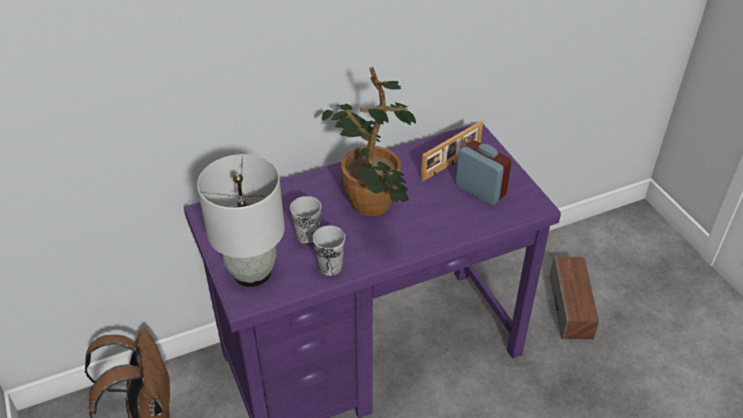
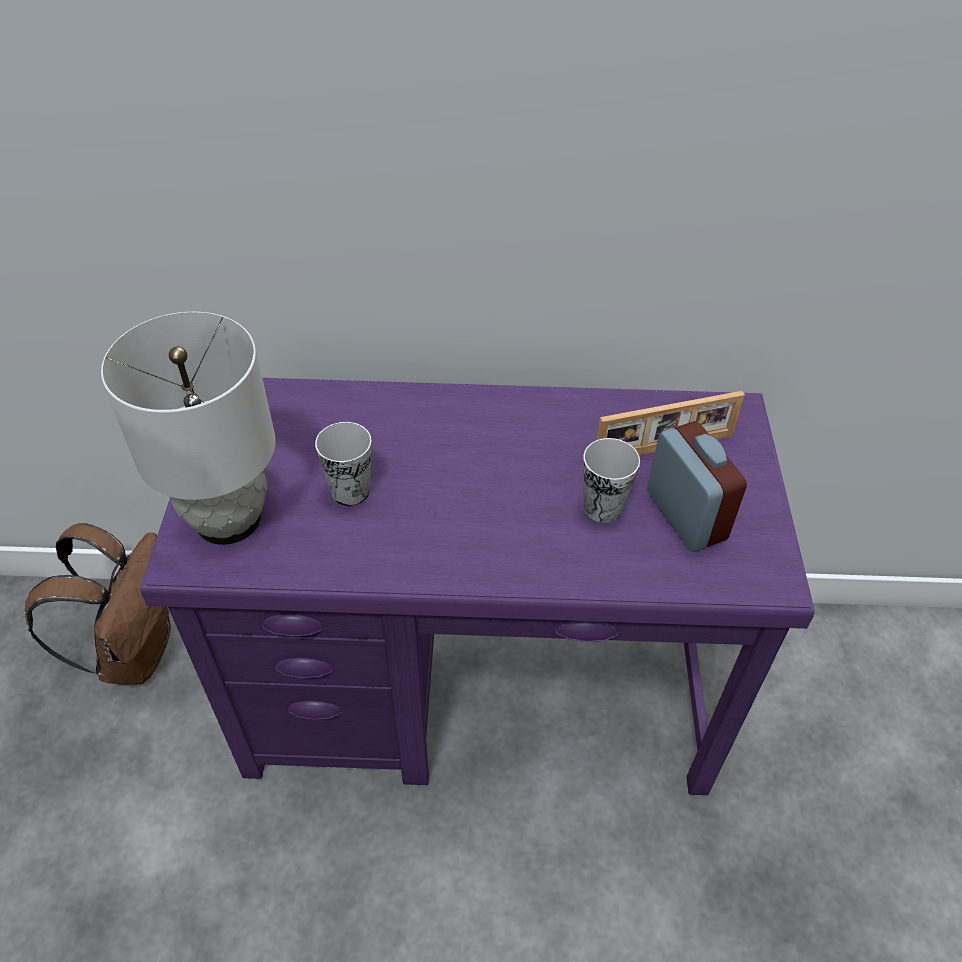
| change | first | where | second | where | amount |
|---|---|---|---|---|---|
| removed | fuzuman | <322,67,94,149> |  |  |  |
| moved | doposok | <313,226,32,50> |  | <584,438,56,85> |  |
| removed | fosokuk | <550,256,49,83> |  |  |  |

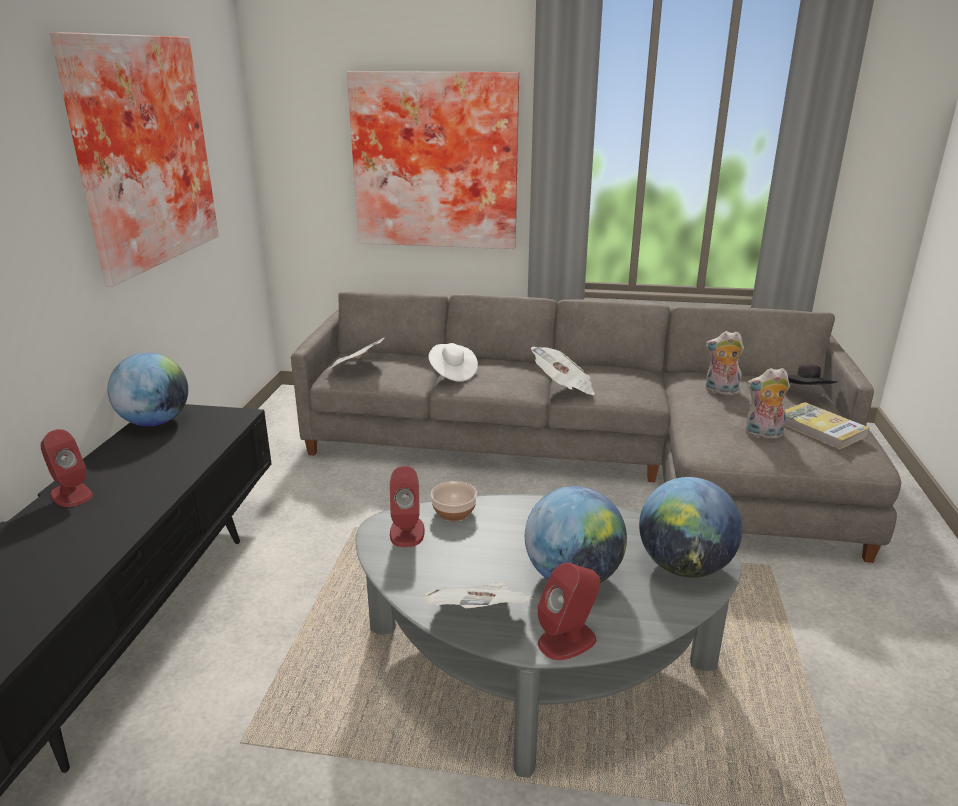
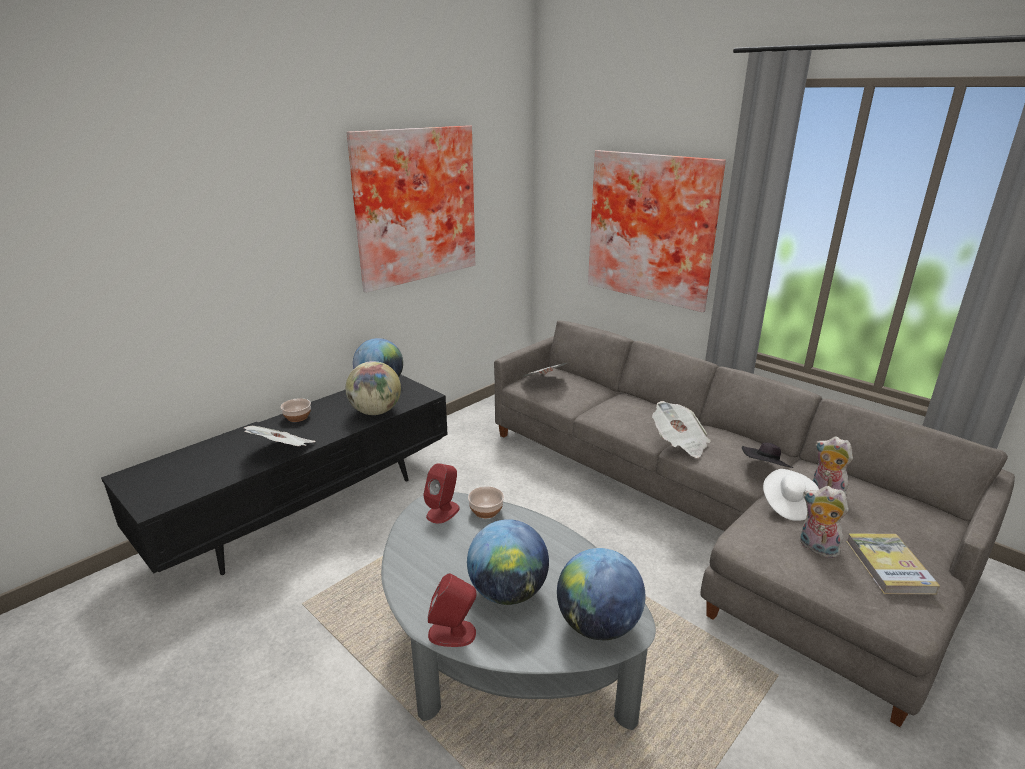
| change | first | where | second | where | amount |
|---|---|---|---|---|---|
| moved | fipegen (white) | <429,343,49,39> |  | <763,469,56,52> |  |
| moved | fipegen (black) | <788,364,49,21> |  | <742,443,51,25> |  |
| replaced | fosokuk (red) | <41,429,52,78> | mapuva | <280,398,31,24> |  |
| moved | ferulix | <421,582,112,26> |  | <244,426,72,20> |  |
| added |  |  | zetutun | <346,361,55,54> |  |

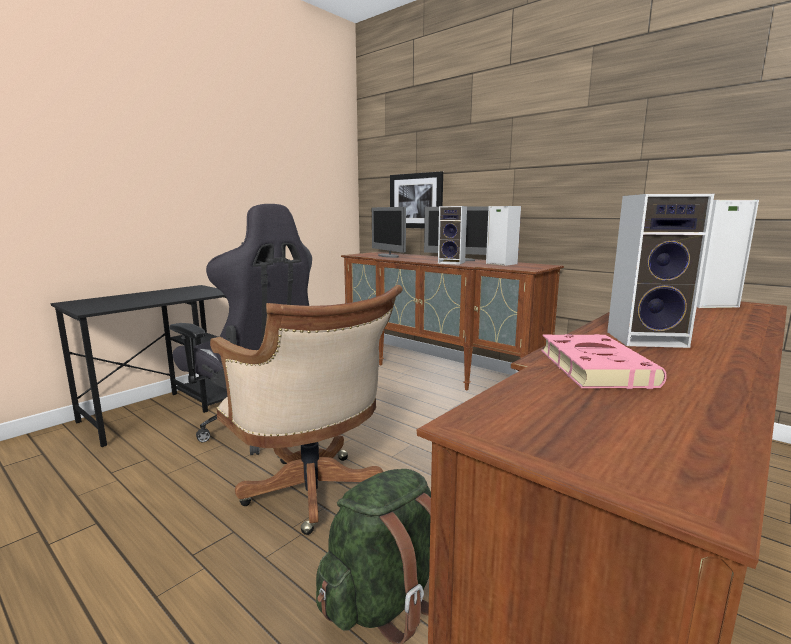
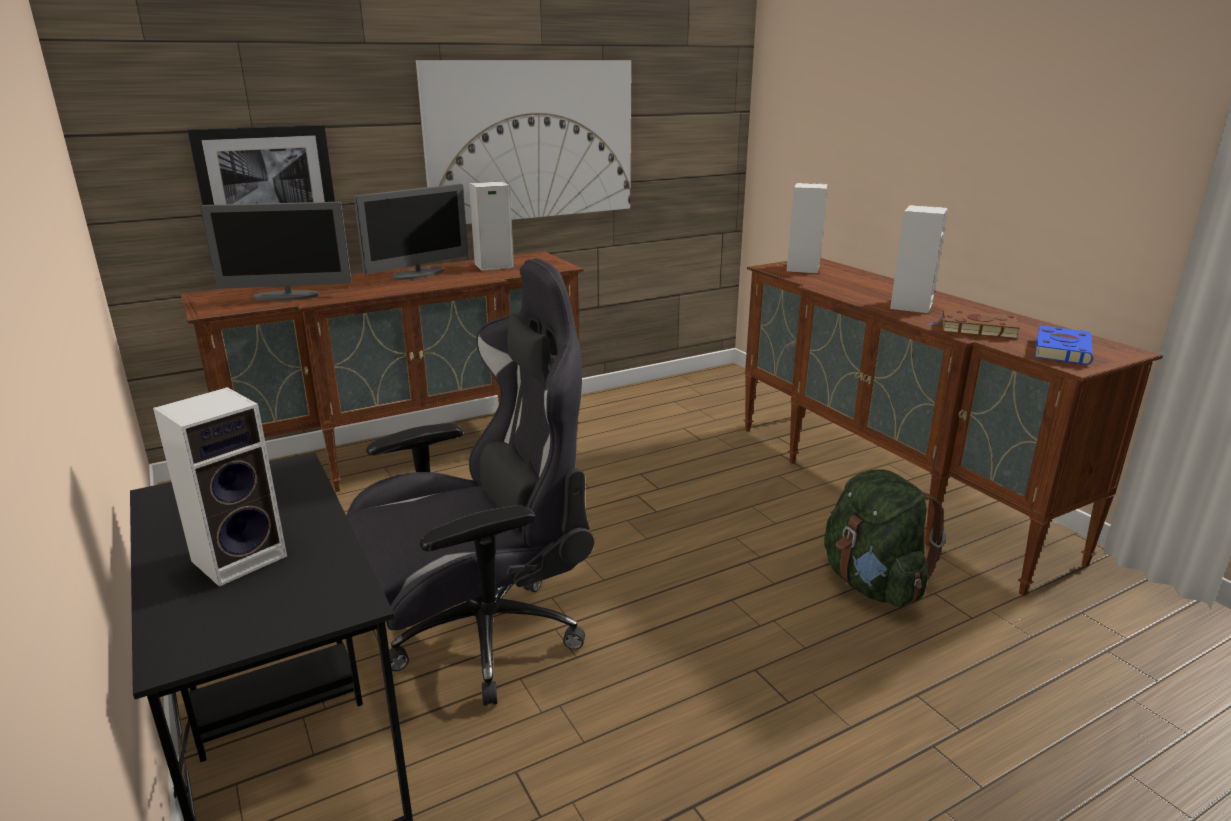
| change | first | where | second | where | amount |
|---|---|---|---|---|---|
| moved | fosokuk | <438,206,29,59> |  | <153,387,134,200> |  |
| removed | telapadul | <210,285,193,250> |  |  |  |
| recoloured | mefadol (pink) | <541,334,126,55> | mefadol (brown) | <927,309,93,30> |  |
| added |  |  | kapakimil | <416,60,215,164> |  |
| added |  |  | mefadol (blue) | <1034,325,59,40> |  |

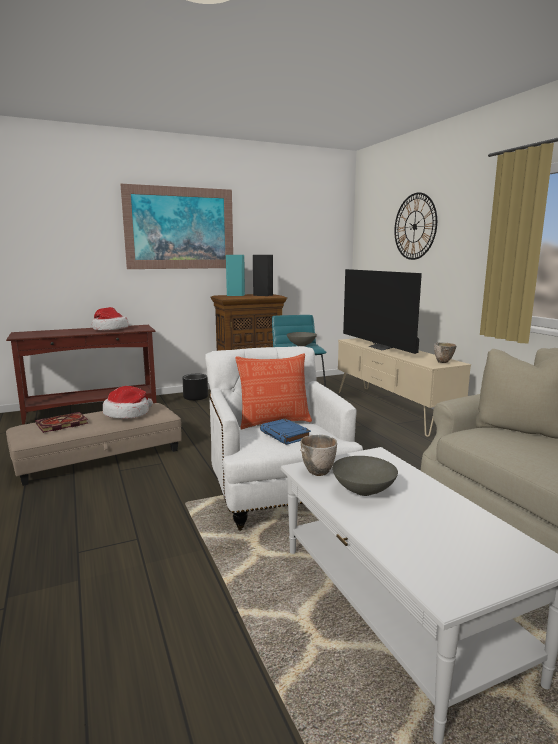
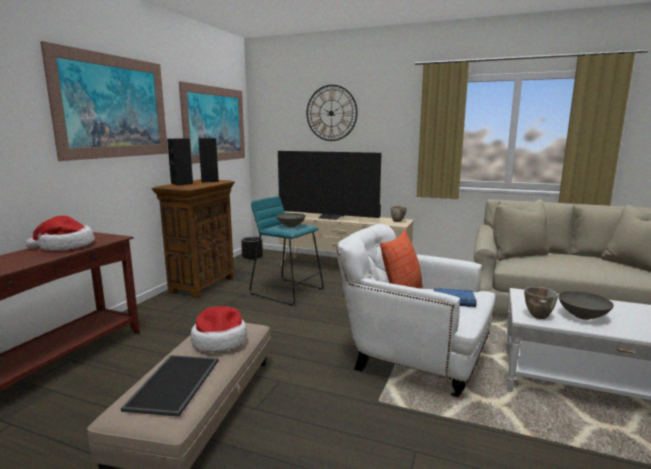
| change | first | where | second | where | amount |
|---|---|---|---|---|---|
| recoloured | fosokuk (turquoise) | <226,255,19,41> | fosokuk (black) | <167,139,26,47> |  |
| moved | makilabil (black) | <182,374,26,27> |  | <241,236,22,23> |  |
| replaced | mefadol | <35,412,53,21> | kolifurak | <121,355,98,62> |  |
| added |  |  | kapakimil | <179,81,66,83> |  |

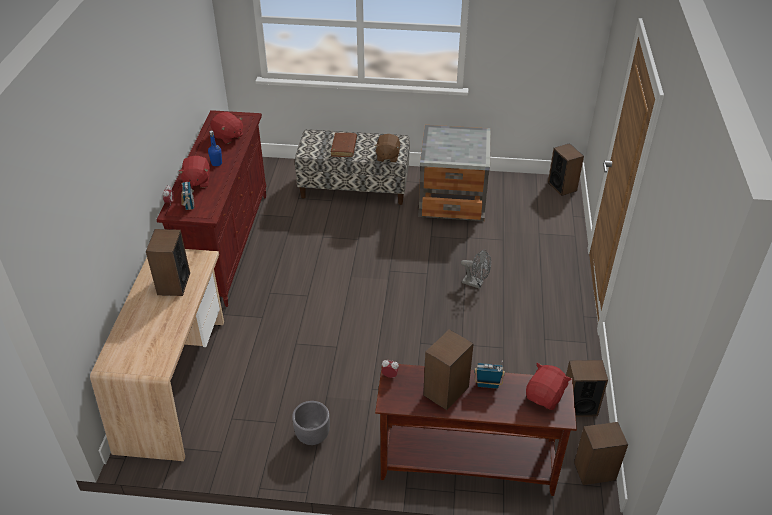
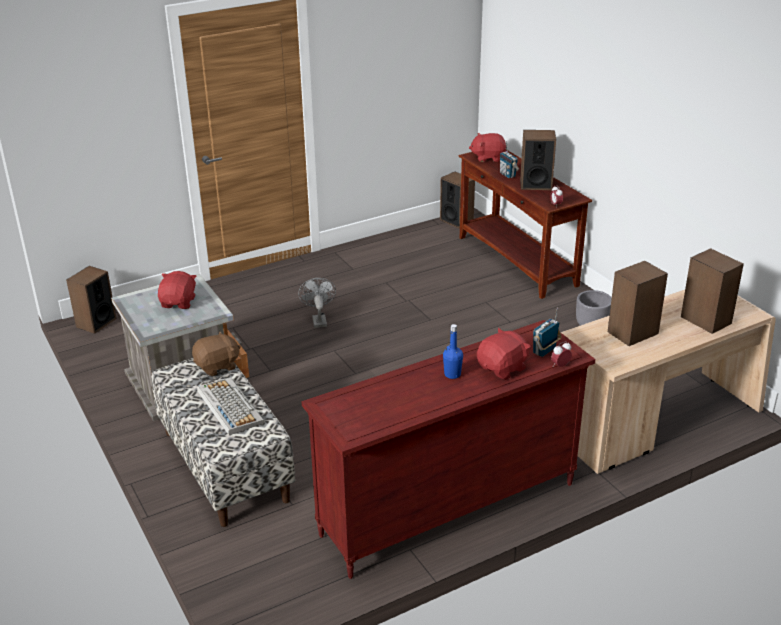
| change | first | where | second | where | amount |
|---|---|---|---|---|---|
| moved | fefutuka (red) | <210,112,33,32> |  | <158,271,38,38> |  |
| replaced | mefadol (brown) | <331,133,26,24> | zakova | <197,377,67,58> |  |
| moved | fosokuk | <566,360,42,57> |  | <681,248,63,86> |  |

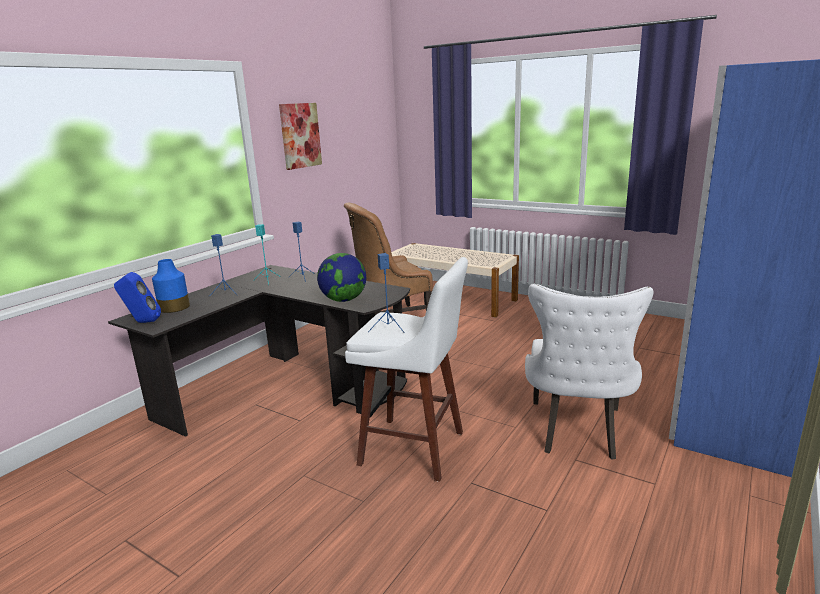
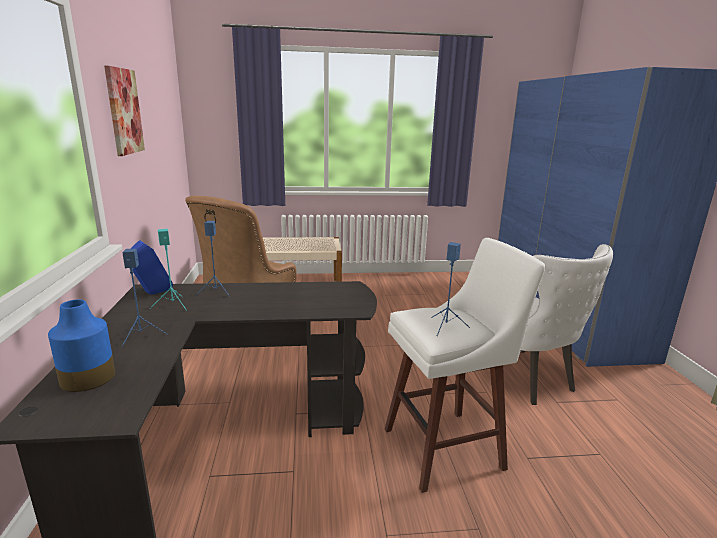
| change | first | where | second | where | amount |
|---|---|---|---|---|---|
| removed | zetutun | <317,253,49,49> |  |  |  |
| moved | fosokuk (blue) | <114,272,47,51> |  | <130,240,43,55> |  |

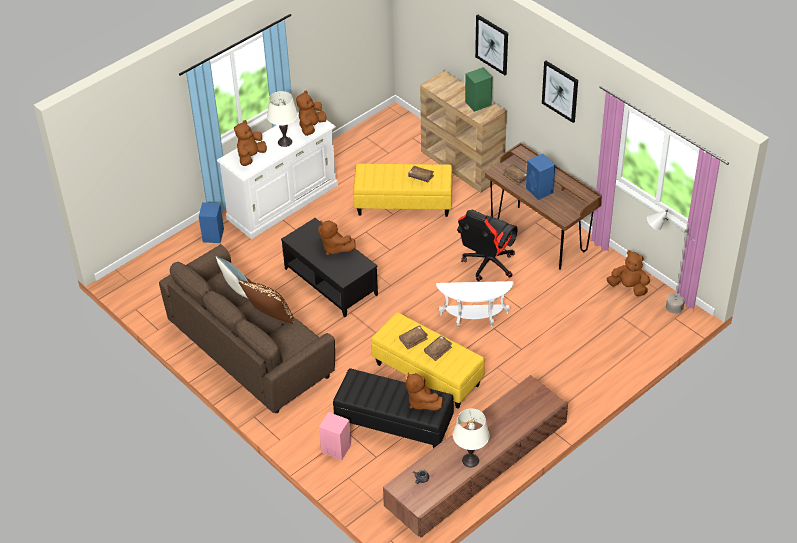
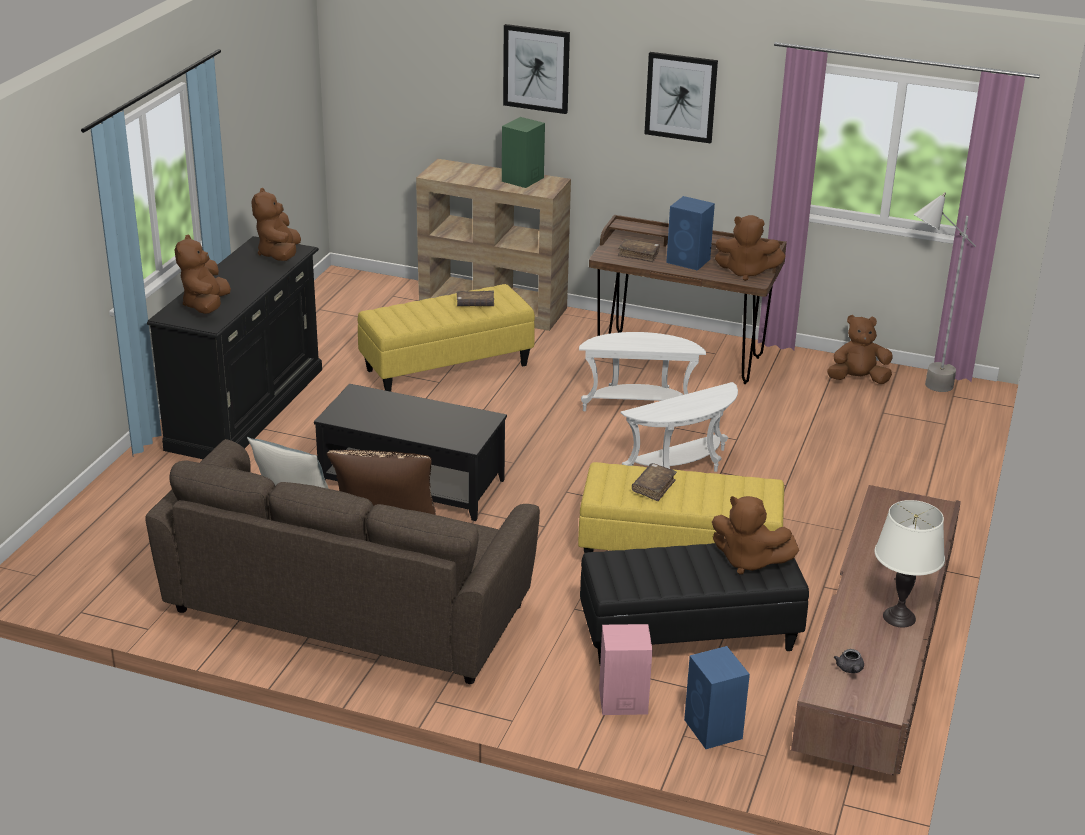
| change | first | where | second | where | amount |
|---|---|---|---|---|---|
| removed | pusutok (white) | <267,91,31,56> |  |  |  |
| recoloured | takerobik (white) | <217,112,121,127> | takerobik (black) | <147,236,175,223> |  |
| moved | fosokuk (blue) | <199,202,25,41> |  | <684,646,66,103> |  |
| replaced | telapadul (black) | <457,210,61,72> | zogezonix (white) | <579,332,127,79> |  |
| moved | fefutuka (brown) | <318,220,38,35> |  | <715,215,71,66> |  |
| removed | mefadol (brown) | <424,336,28,25> |  |  |  |

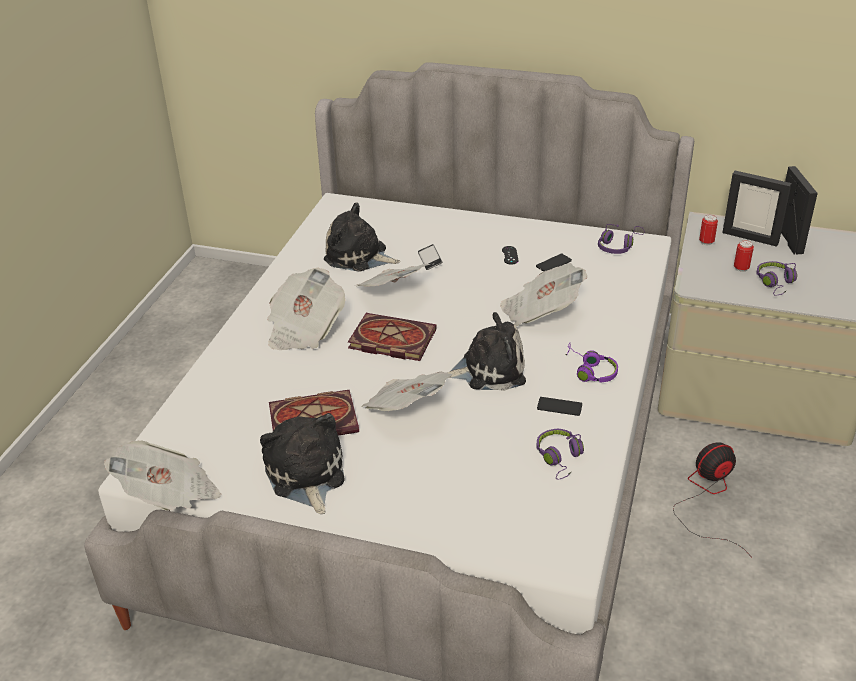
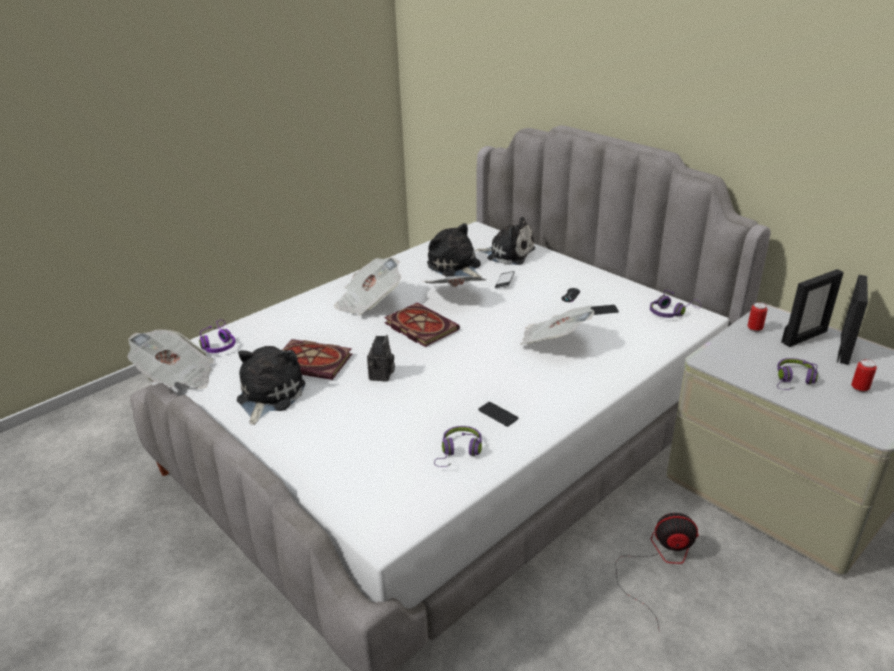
| change | first | where | second | where | amount |
|---|---|---|---|---|---|
| turned | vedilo | <722,171,69,76> |  | <781,269,63,78> | 90 degrees counterclockwise |
| moved | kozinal | <734,240,20,32> |  | <851,359,26,34> |  |
| moved | fefutuka | <447,312,79,79> |  | <475,217,60,48> |  |
| moved | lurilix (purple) | <565,343,53,39> |  | <199,320,37,33> |  |
| replaced | ferulix | <361,372,91,39> | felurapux | <367,335,28,47> |  |

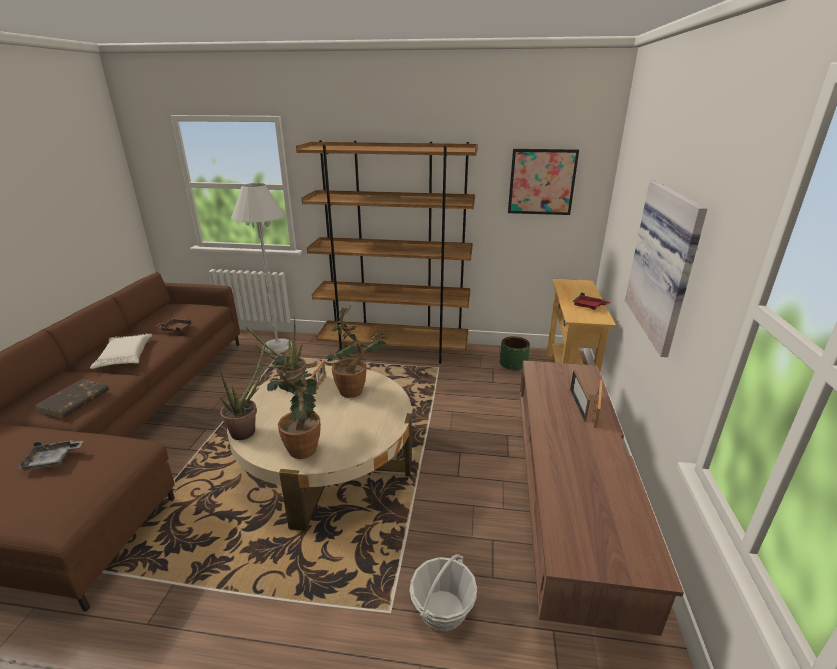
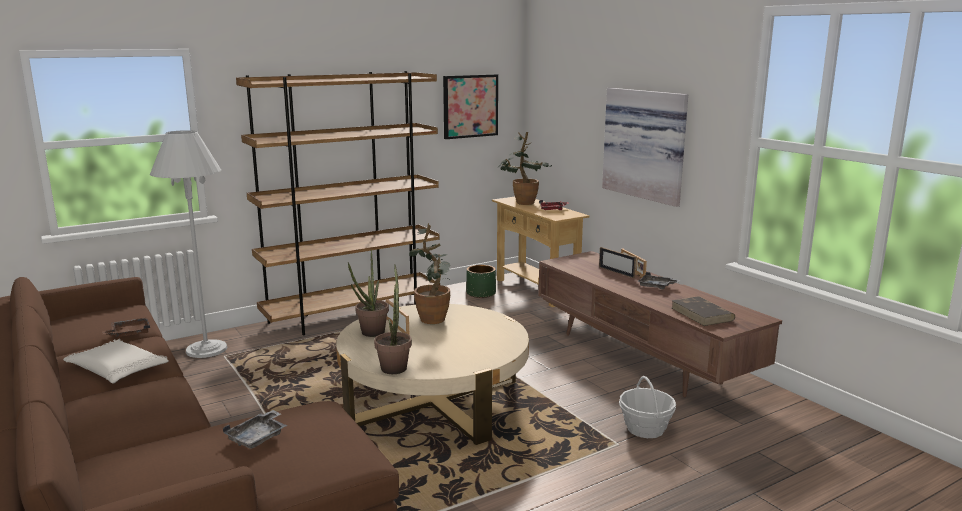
| change | first | where | second | where | amount |
|---|---|---|---|---|---|
| moved | fuzuman | <267,350,54,109> |  | <498,132,54,73> |  |
| moved | mefadol (brown) | <34,379,75,40> |  | <672,296,63,30> |  |
| added |  |  | kolifurak (grey) | <637,272,43,17> |  |

